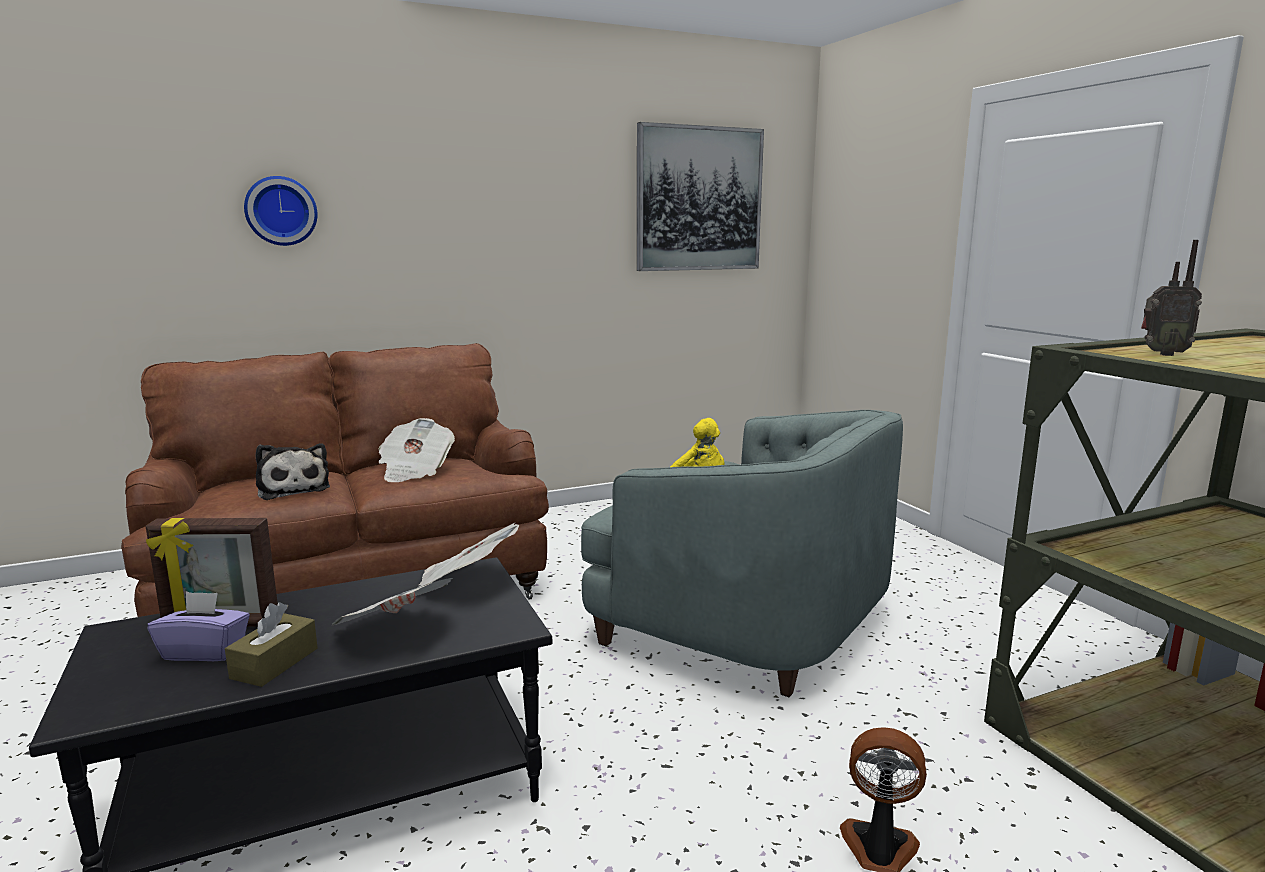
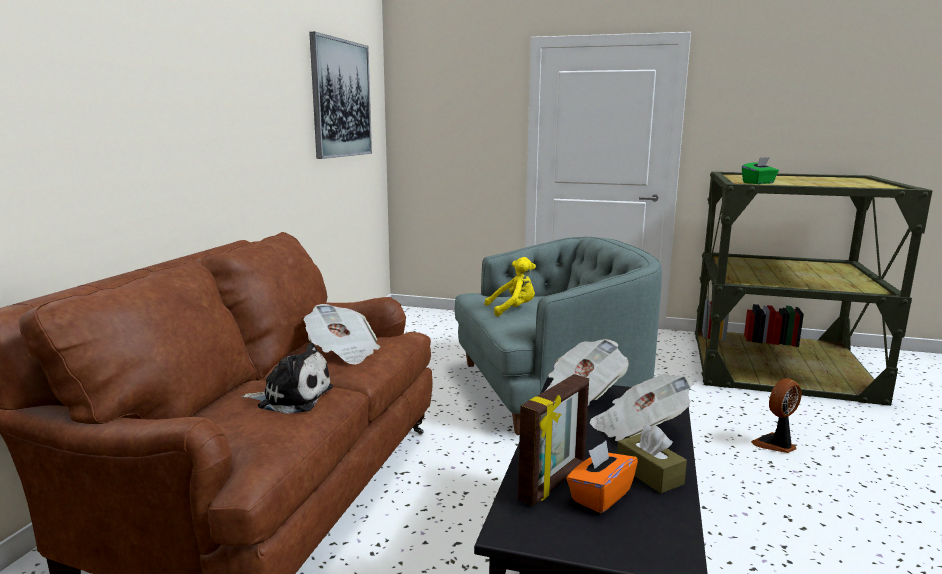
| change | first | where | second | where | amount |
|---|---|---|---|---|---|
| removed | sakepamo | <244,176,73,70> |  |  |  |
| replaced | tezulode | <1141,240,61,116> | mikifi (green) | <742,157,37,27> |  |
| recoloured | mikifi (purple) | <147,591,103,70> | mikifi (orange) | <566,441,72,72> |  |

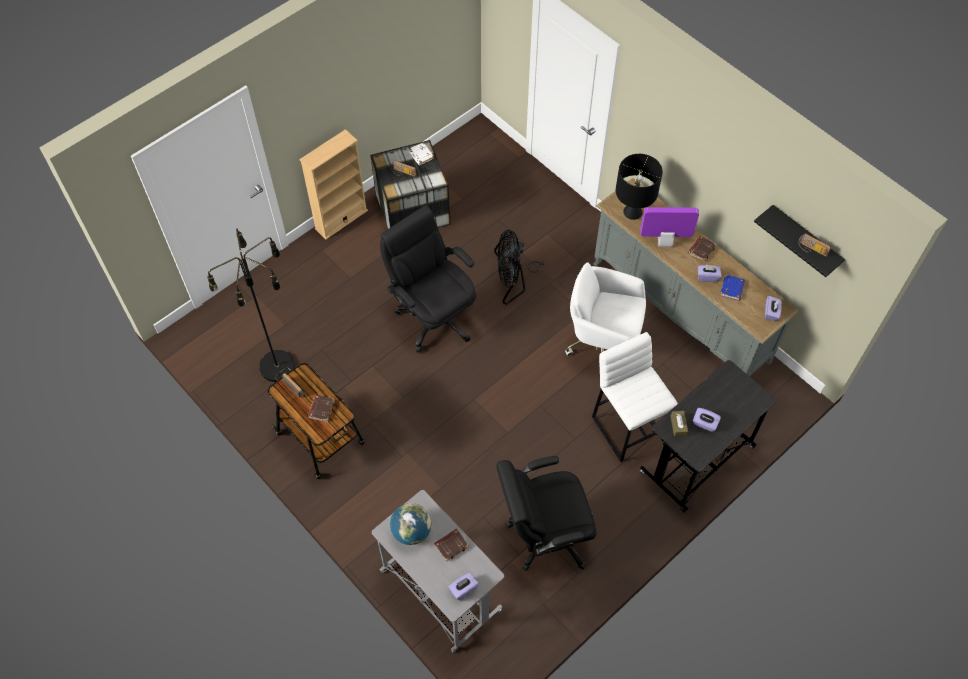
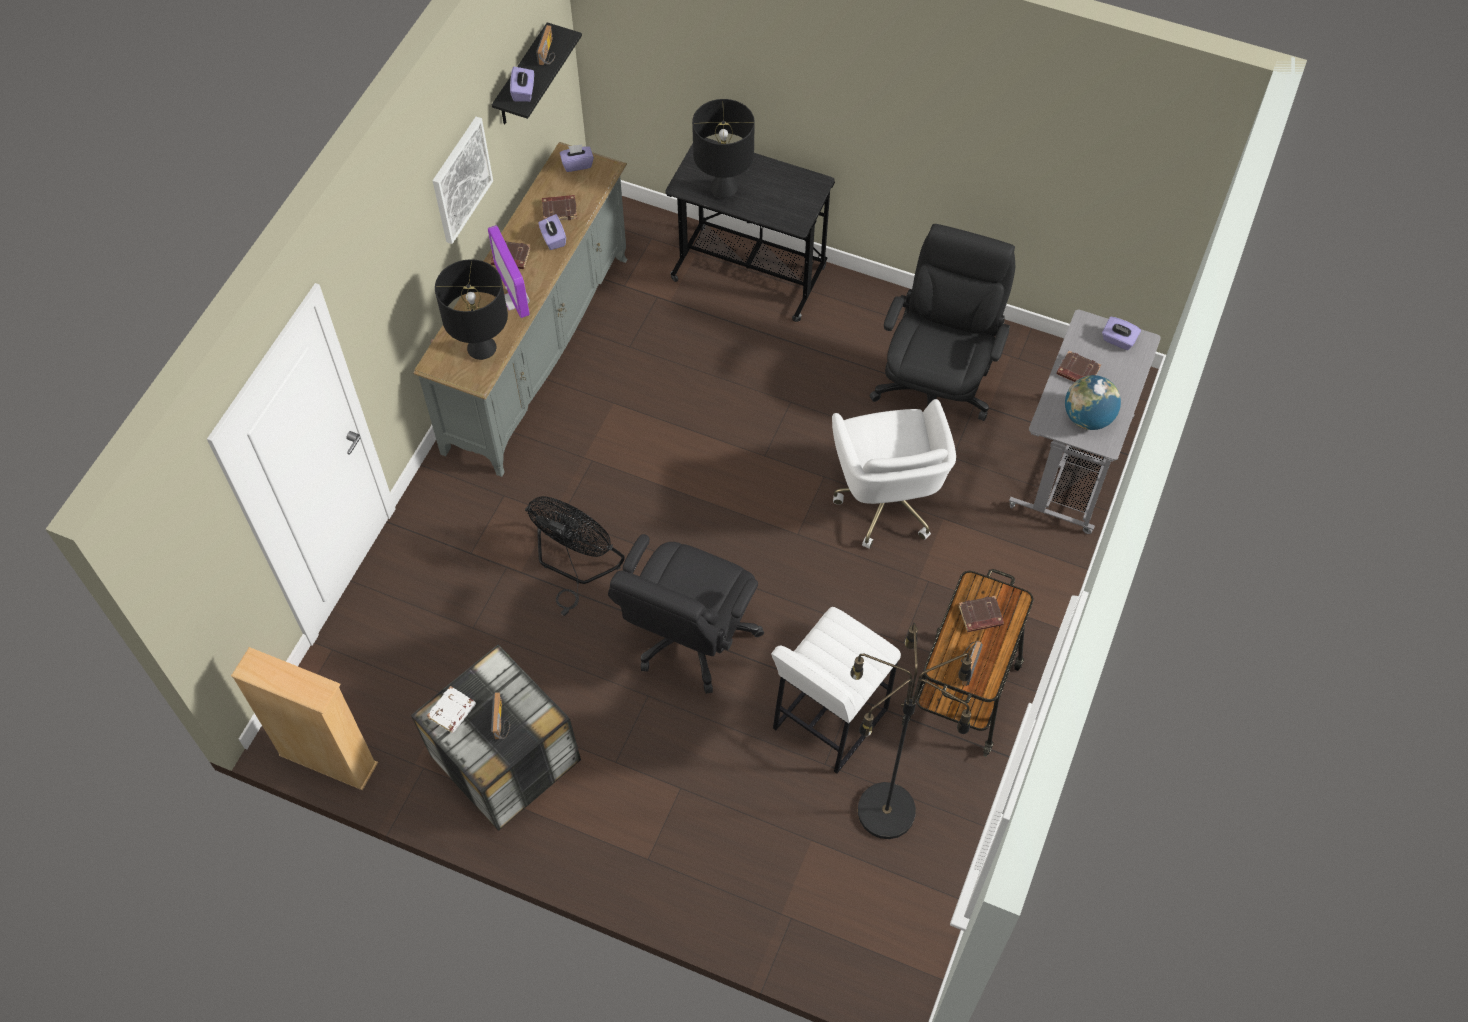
| change | first | where | second | where | amount |
|---|---|---|---|---|---|
| moved | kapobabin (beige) | <299,129,69,110> |  | <231,647,147,143> |  |
| turned | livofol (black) | <494,230,52,76> |  | <525,496,100,120> | 120 degrees counterclockwise |
| moved | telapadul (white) | <565,262,81,109> |  | <832,399,124,149> |  |
| recoloured | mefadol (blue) | <720,275,25,25> | mefadol (brown) | <542,195,35,25> |  |
| moved | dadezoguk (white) | <592,332,86,130> |  | <771,607,130,166> |  |
| moved | mikifi (purple) | <693,408,28,24> |  | <510,67,24,35> |  |
| removed | mikifi (brown) | <670,411,18,26> |  |  |  |
| turned | telapadul (black) | <496,456,101,115> |  | <870,224,145,197> | 120 degrees counterclockwise |
| added |  |  | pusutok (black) | <692,99,63,99> |  |
| added |  |  | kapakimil | <433,117,60,127> |  |

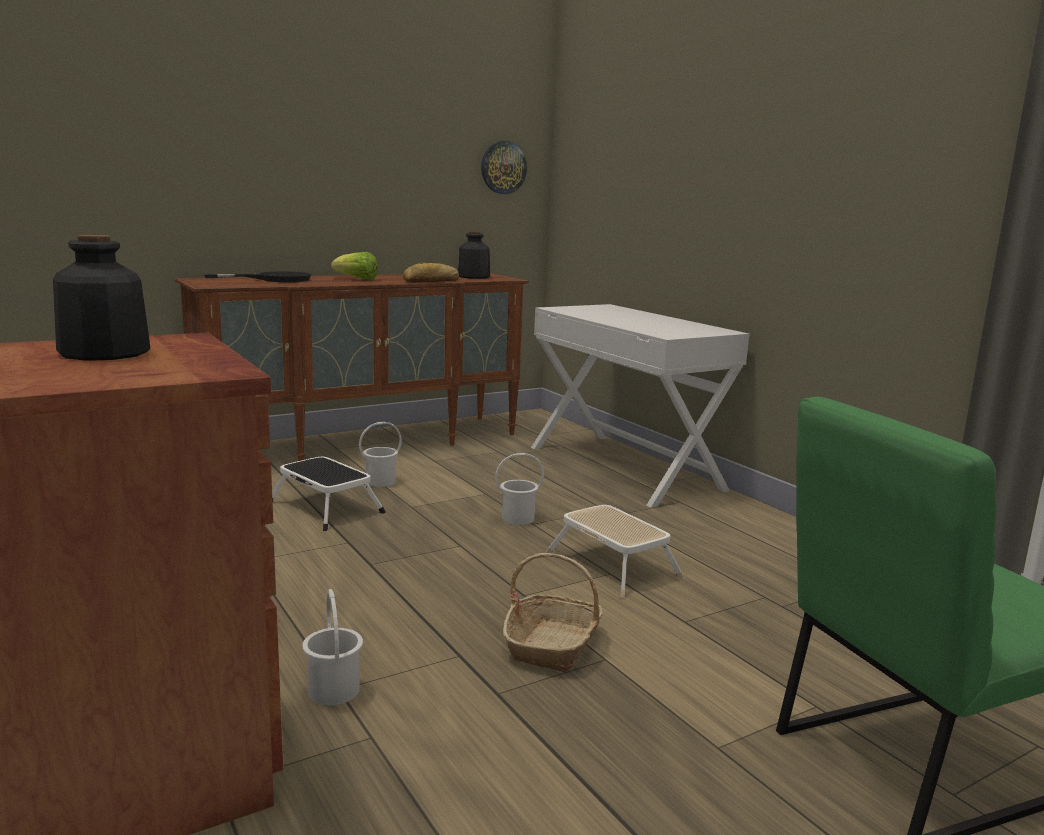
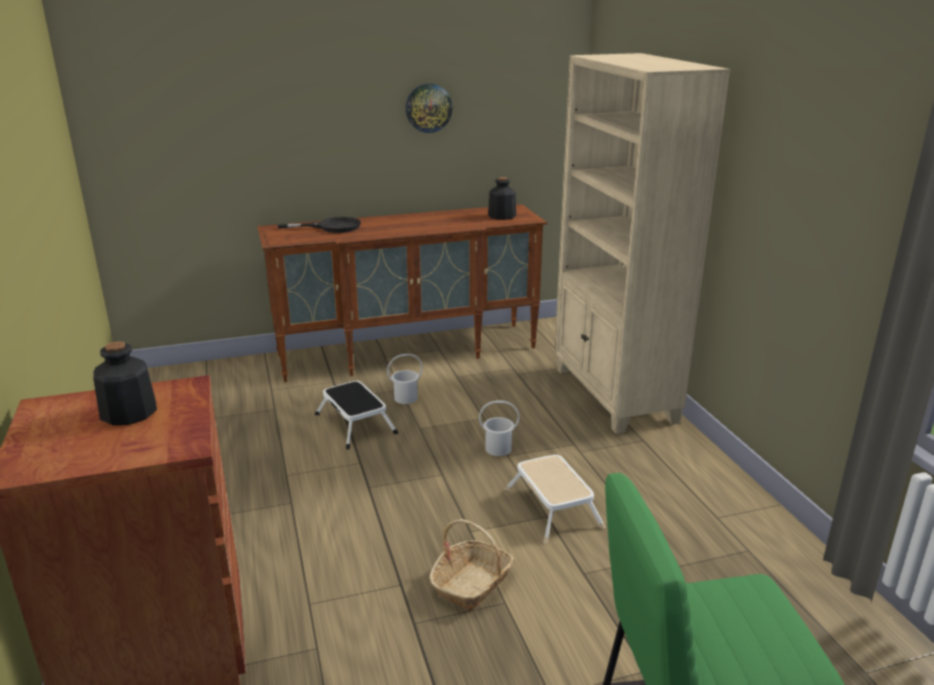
| change | first | where | second | where | amount |
|---|---|---|---|---|---|
| moved | sakepamo | <481,141,46,53> |  | <406,84,47,49> |  |
| removed | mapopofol | <331,252,47,28> |  |  |  |
| removed | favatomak | <403,262,56,21> |  |  |  |
| replaced | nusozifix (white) | <531,304,219,204> | kapobabin (beige) | <554,53,177,381> |  |
| removed | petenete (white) | <302,589,61,116> |  |  |  |

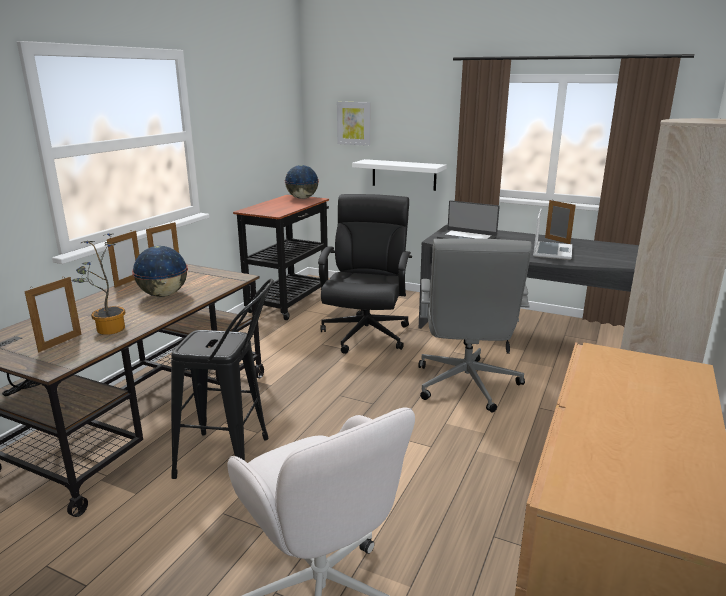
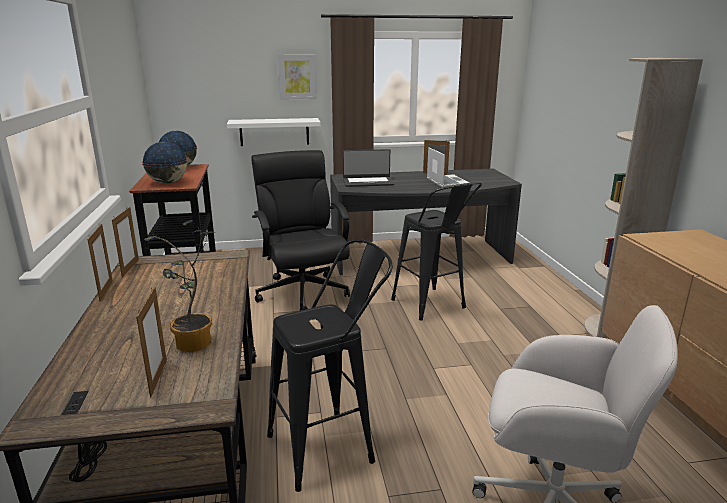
| change | first | where | second | where | amount |
|---|---|---|---|---|---|
| moved | kapakimil | <337,102,33,44> |  | <277,54,40,45> |  |
| replaced | telapadul (grey) | <418,238,114,175> | dadezoguk (black) | <391,182,91,139> |  |
| moved | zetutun | <132,246,56,51> |  | <142,142,46,42> |  |

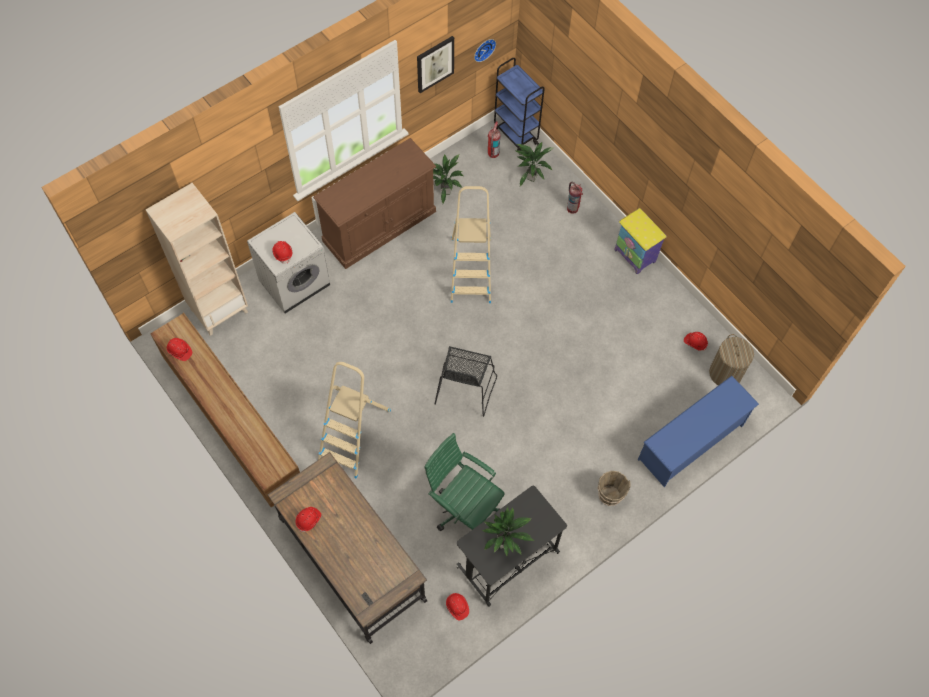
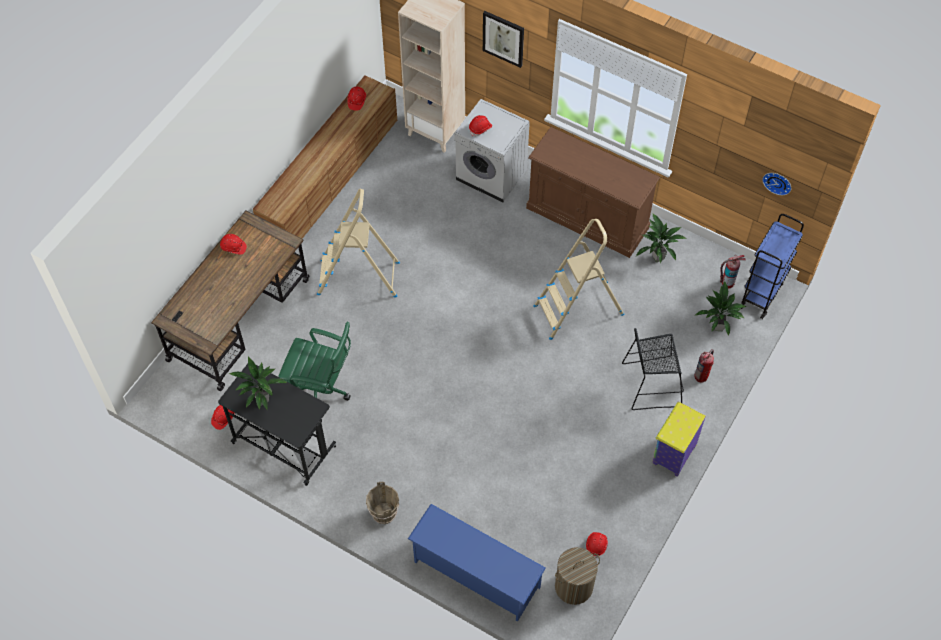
| change | first | where | second | where | amount |
|---|---|---|---|---|---|
| moved | kapakimil | <417,36,37,57> |  | <483,11,41,57> |  |
| moved | dadezoguk (black) | <434,346,63,71> |  | <622,328,62,82> |  |
| turned | telapadul (green) | <424,433,81,98> |  | <278,322,73,79> | 90 degrees clockwise |

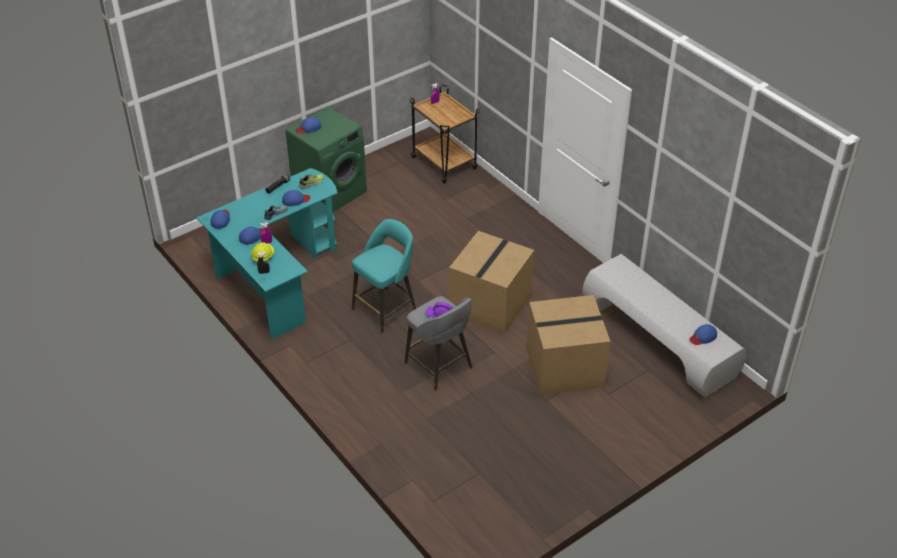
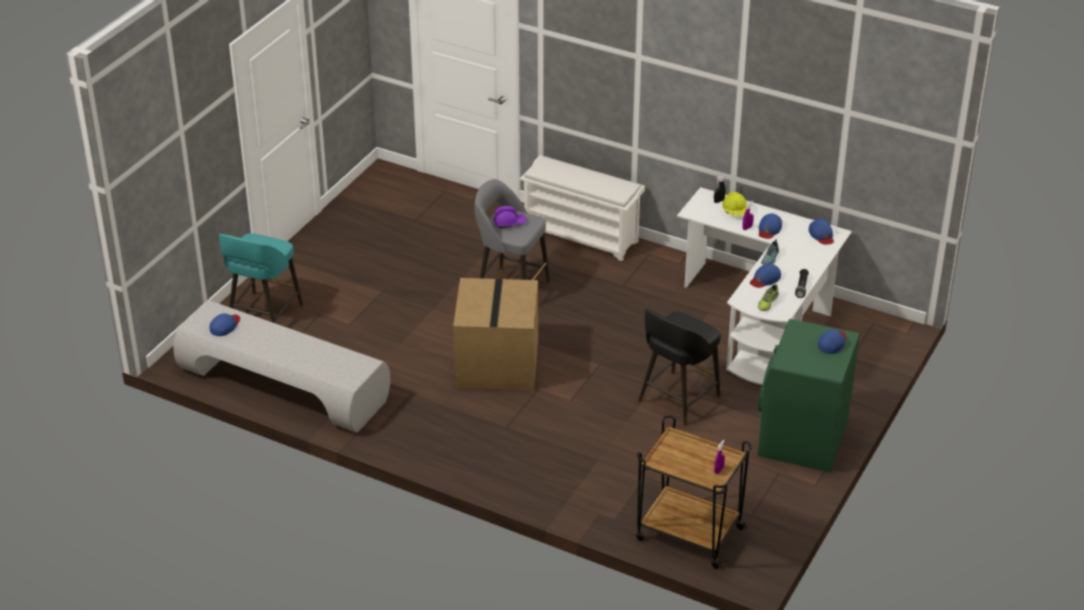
| change | first | where | second | where | amount |
|---|---|---|---|---|---|
| recoloured | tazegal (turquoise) | <196,168,142,172> | tazegal (white) | <677,187,175,198> |  |
| moved | dadezoguk (turquoise) | <352,219,64,114> |  | <219,233,84,90> |  |
| removed | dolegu | <526,295,85,100> |  |  |  |
| added |  |  | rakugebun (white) | <520,155,125,106> |  |
| added |  |  | dadezoguk (black) | <638,309,82,117> |  |

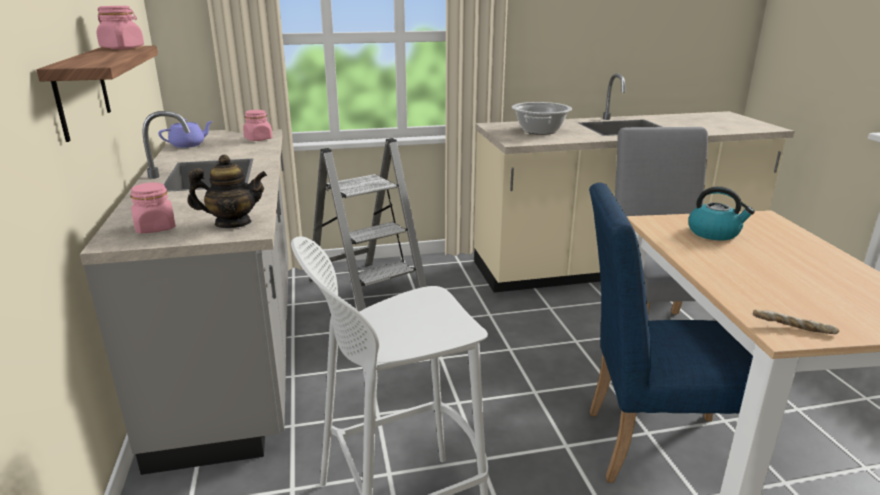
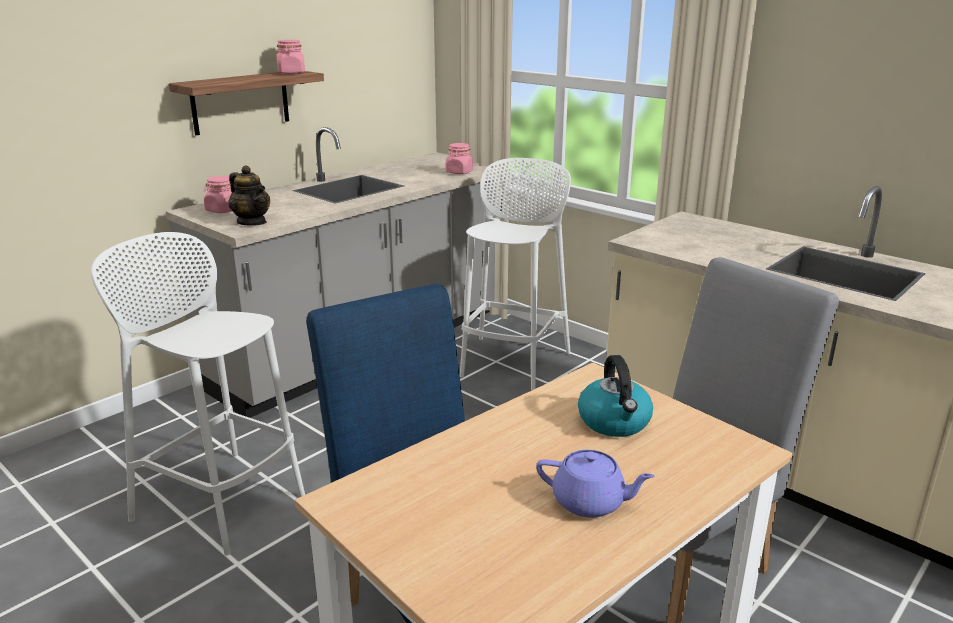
| change | first | where | second | where | amount |
|---|---|---|---|---|---|
| removed | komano | <512,102,60,33> |  |  |  |
| moved | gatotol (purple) | <158,119,55,29> |  | <536,450,119,68> |  |
| replaced | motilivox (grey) | <309,138,118,174> | dadezoguk (white) | <460,158,111,232> |  |
| removed | favatomak | <753,310,87,24> |  |  |  |

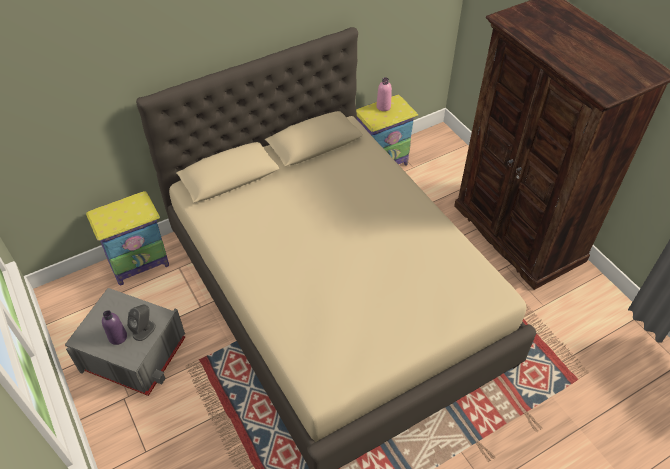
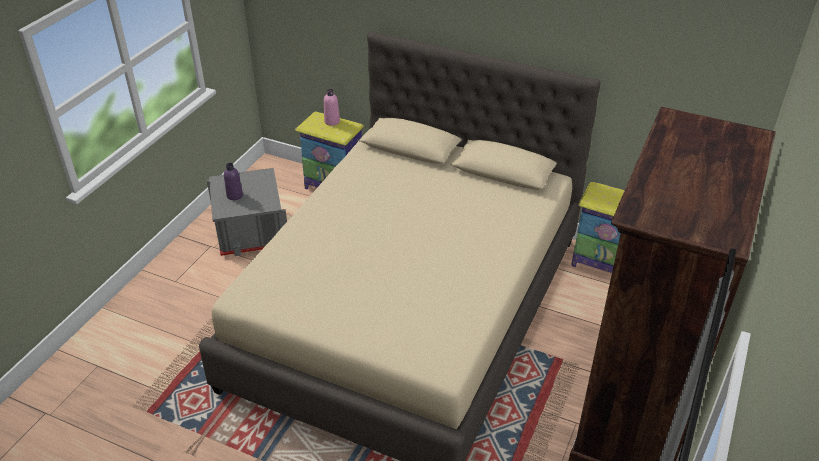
| change | first | where | second | where | amount |
|---|---|---|---|---|---|
| moved | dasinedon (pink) | <376,77,16,34> |  | <324,89,16,37> |  |
| removed | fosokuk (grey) | <127,304,29,37> |  |  |  |

